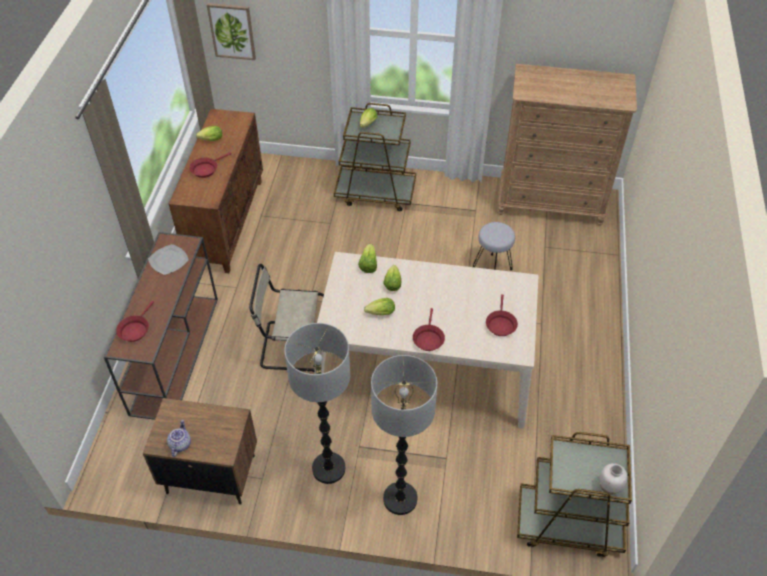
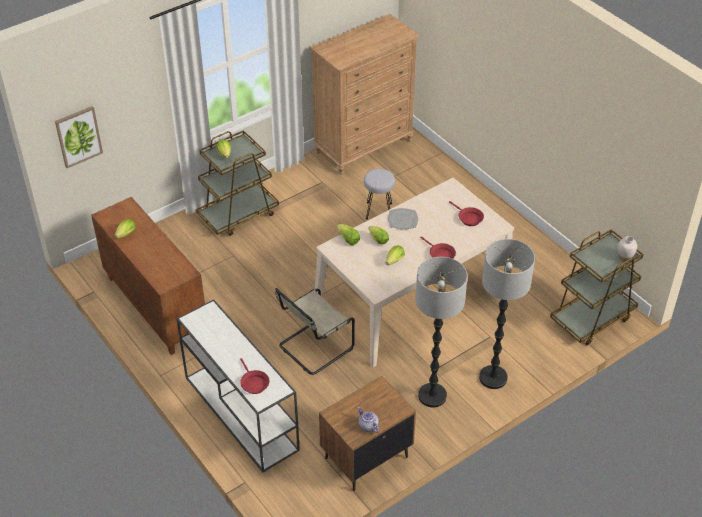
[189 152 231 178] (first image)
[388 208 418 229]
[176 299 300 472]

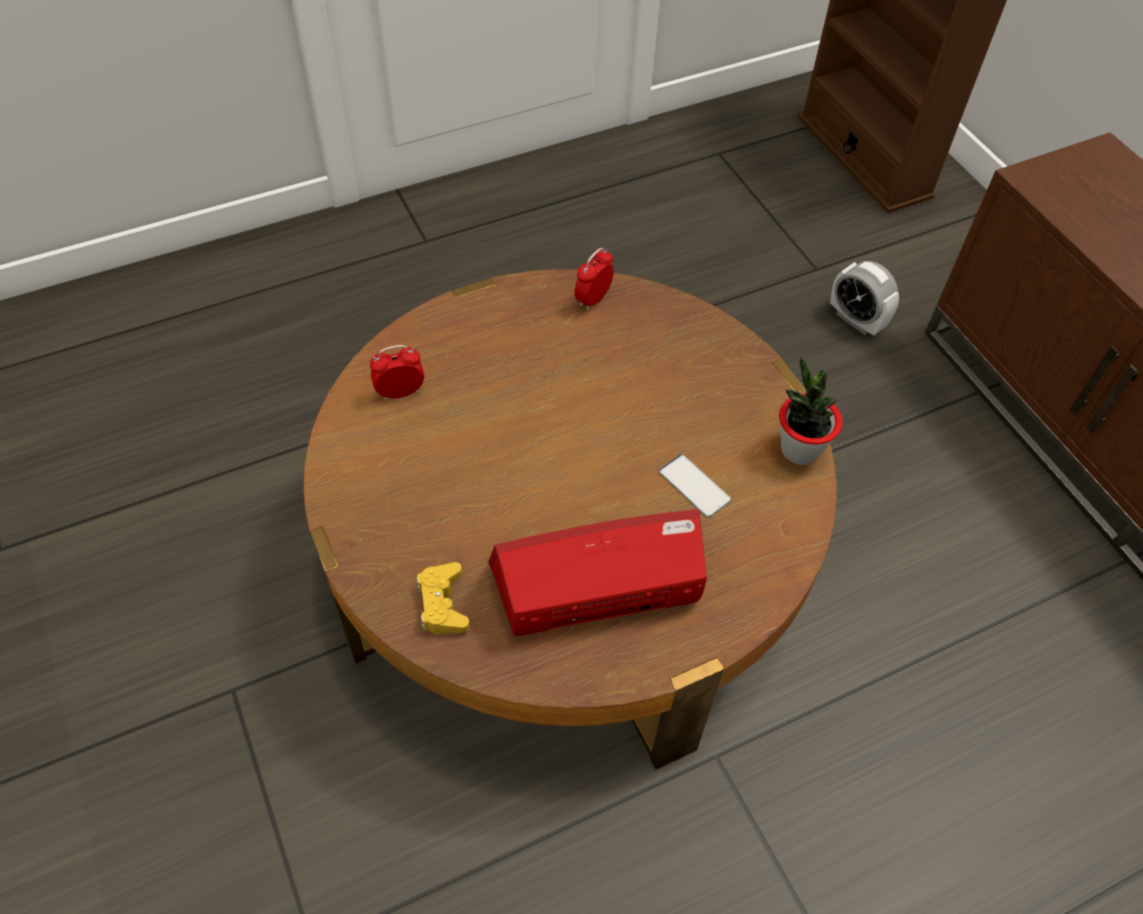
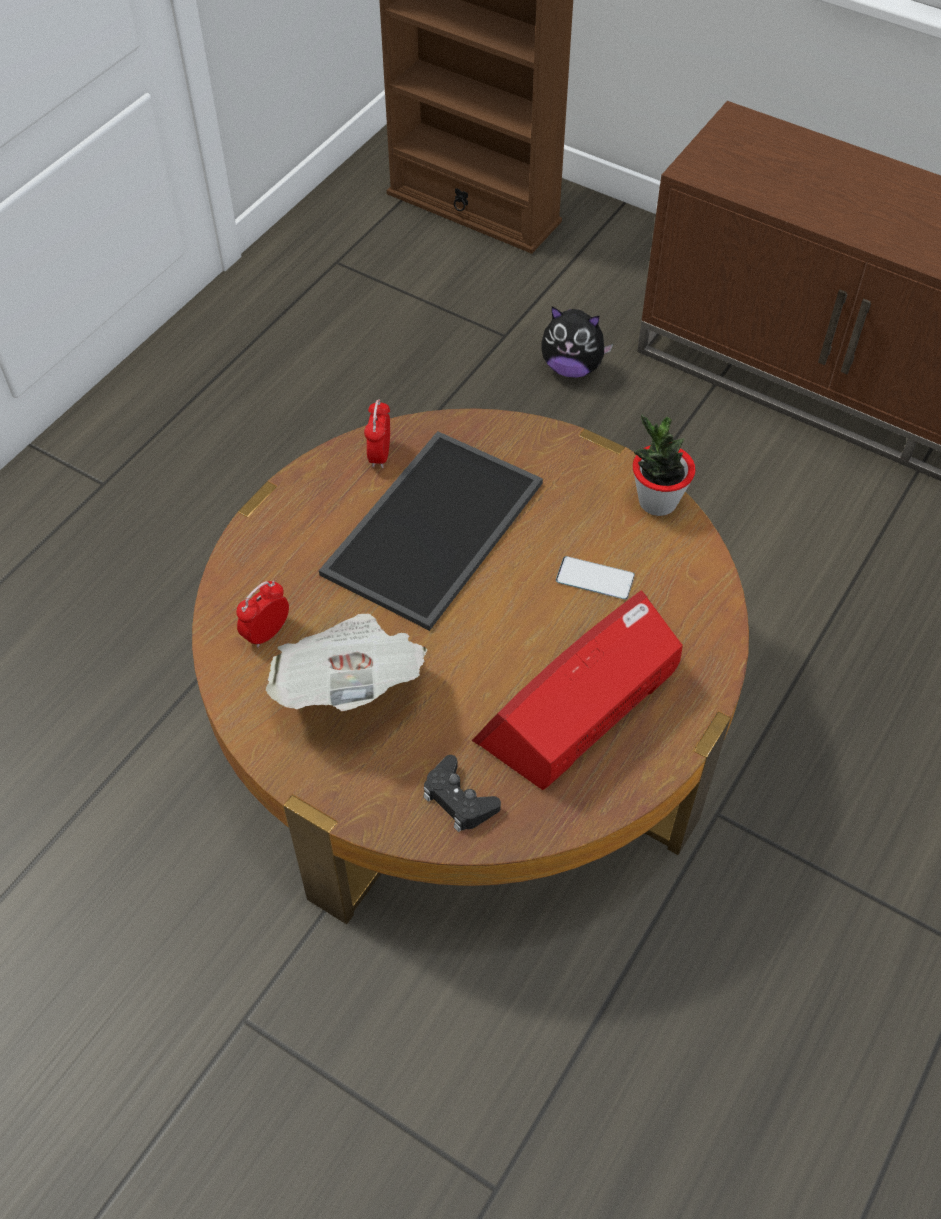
[265 614 428 711]
[319 431 543 631]
[541 306 613 378]
[423 755 501 832]

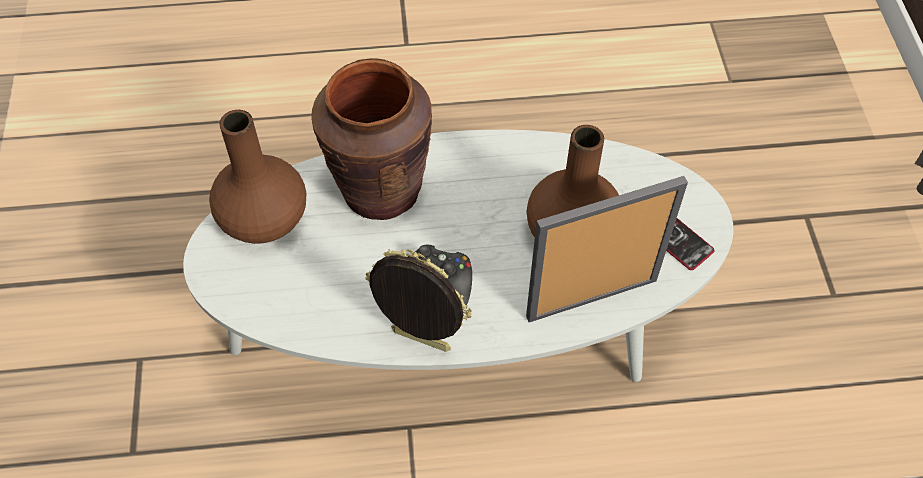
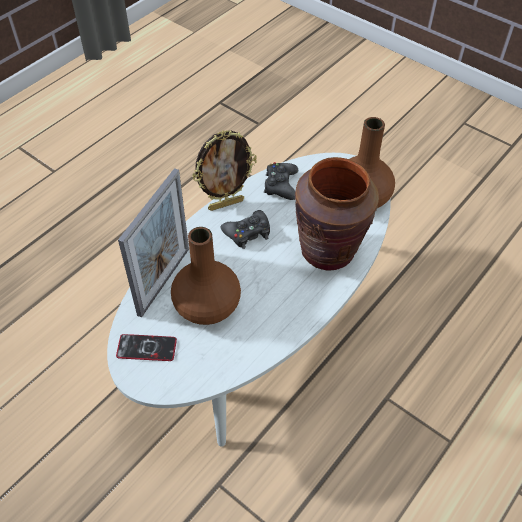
[264 162 298 200]

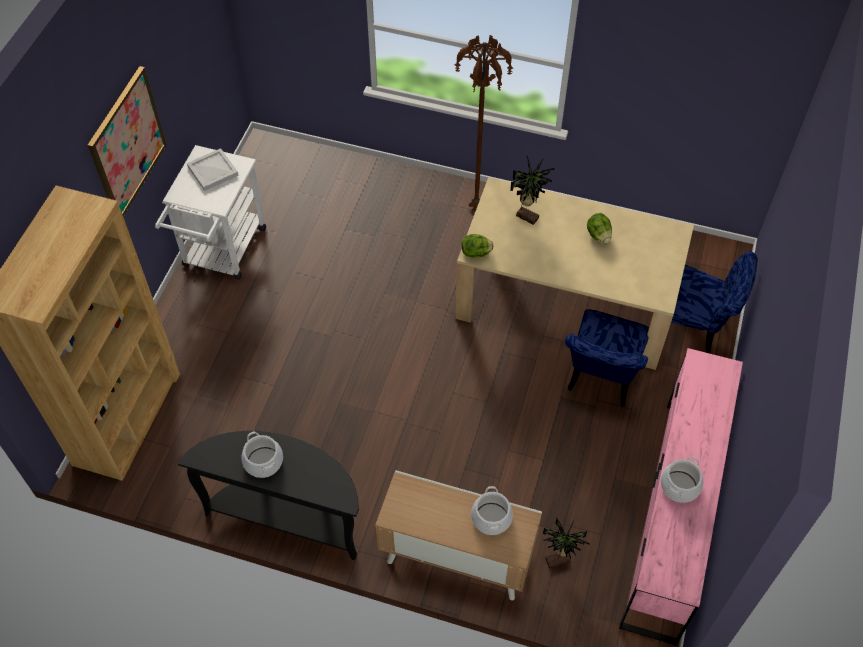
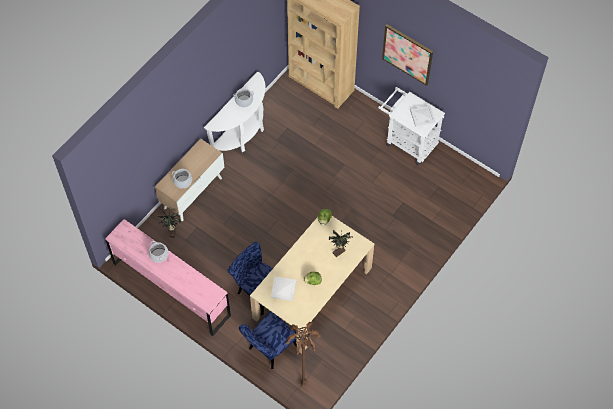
[271 277 297 301]
[286 322 321 387]
[204 71 265 153]

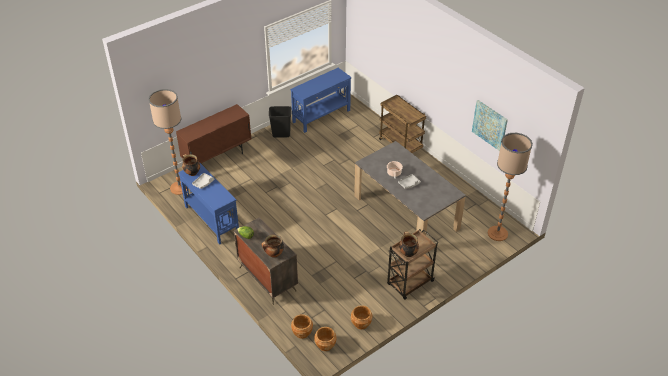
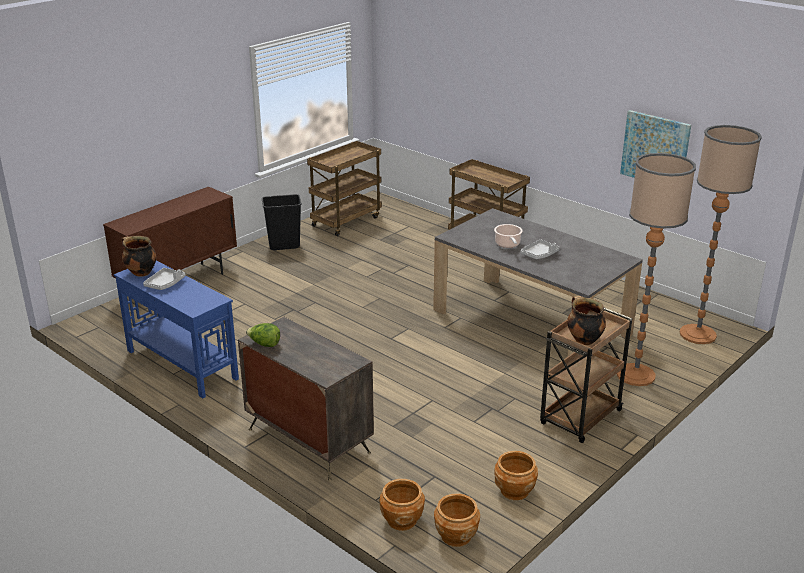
[262 235 284 258] (first image)
[616 153 696 386]
[307 141 382 236]

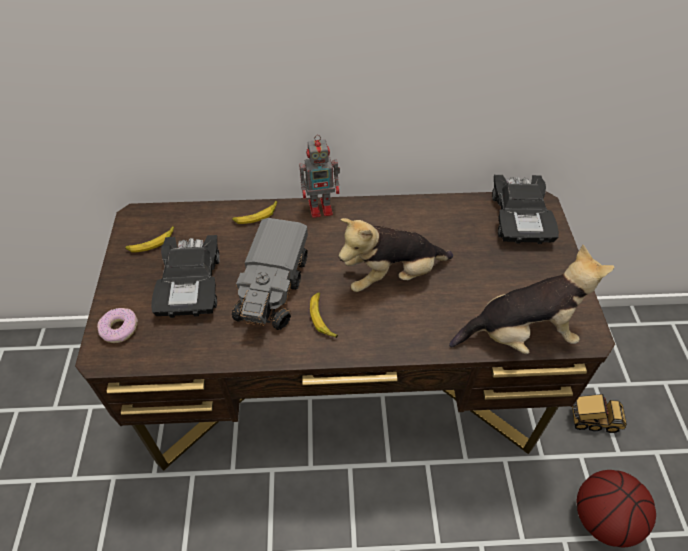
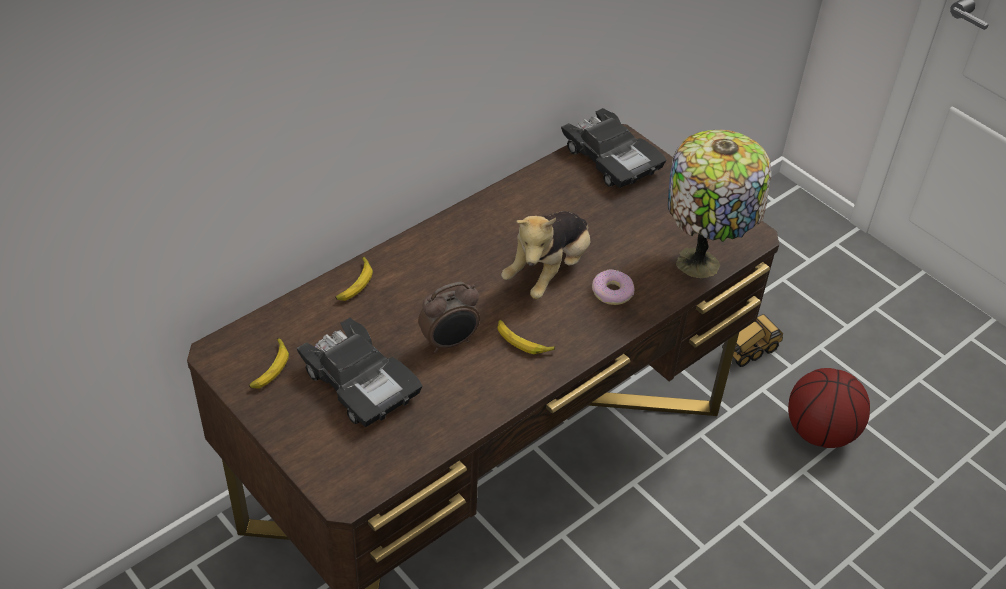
[300 135 340 218] (first image)
[592 269 634 305]
[418 282 480 353]
[668 130 771 278]

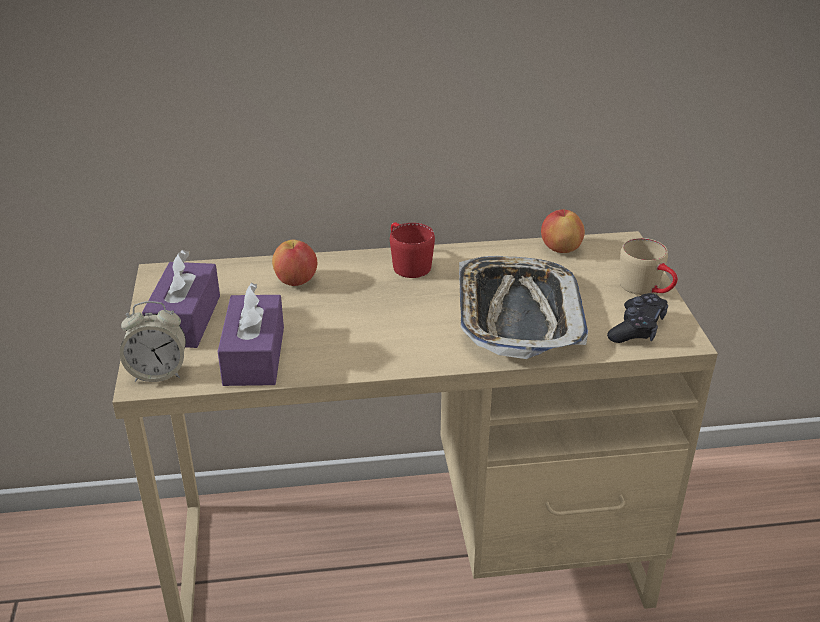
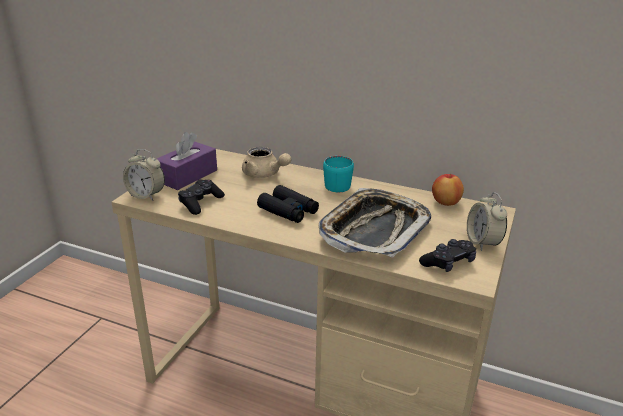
[257 185 319 223]
[178 179 225 215]
[242 147 291 178]
[467 192 507 251]
[323 155 354 192]

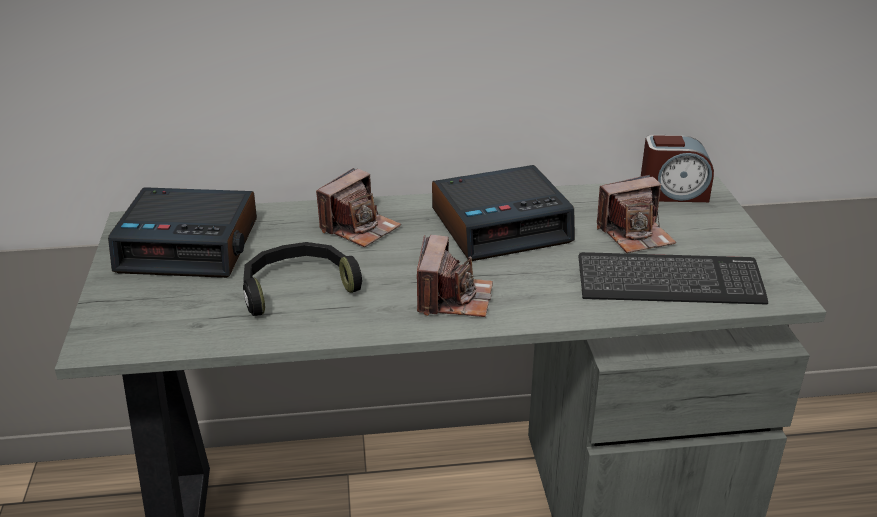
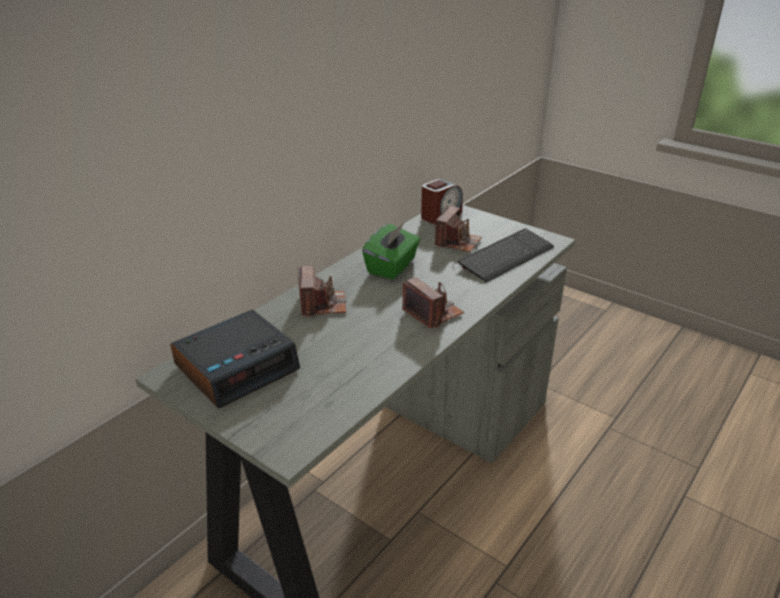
[243 242 362 316] (first image)
[362 223 420 279]

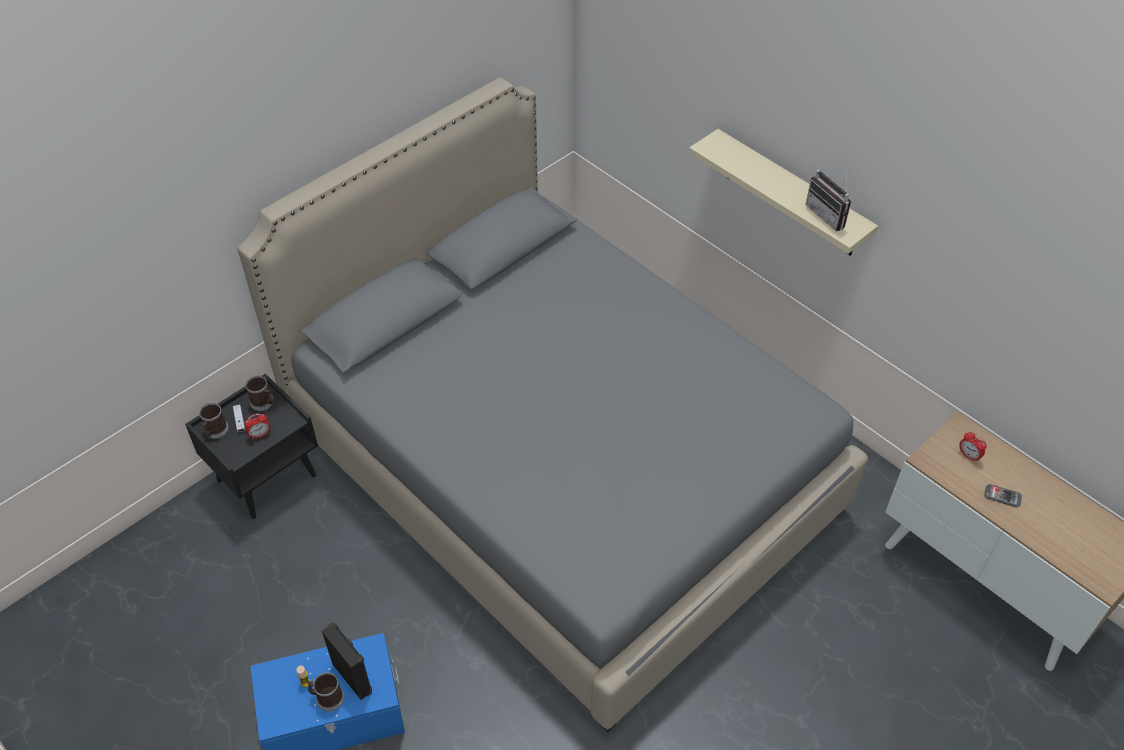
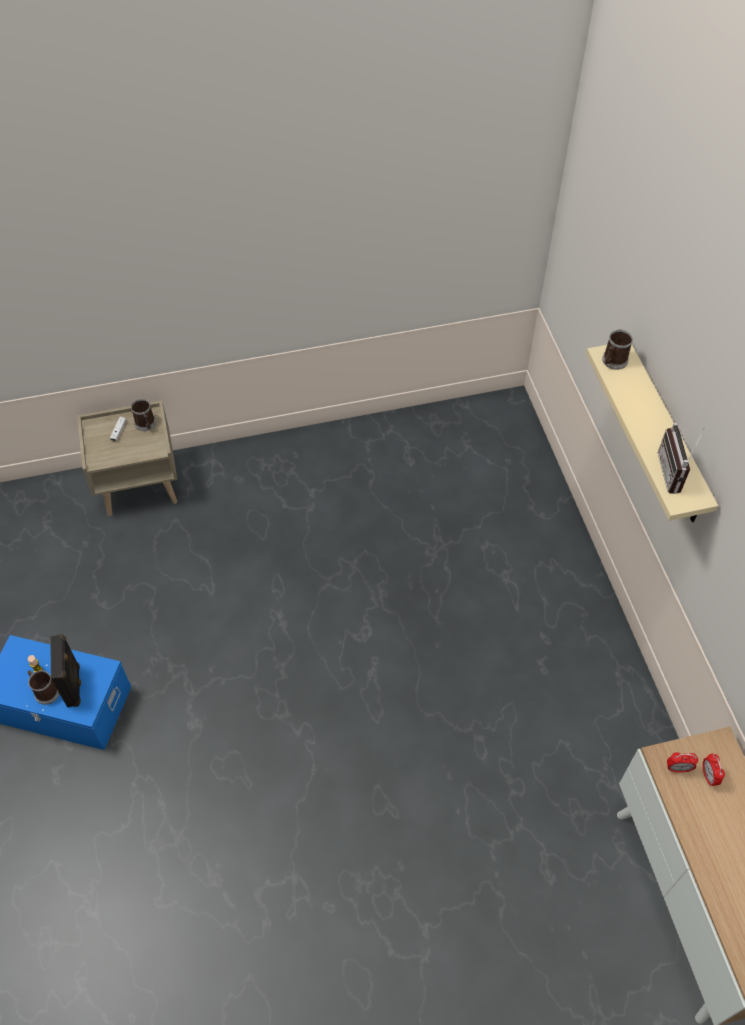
[238 77 868 733] (first image)
[984 484 1022 508] (first image)
[602 330 633 370]
[667 752 698 773]
[77 400 178 516]

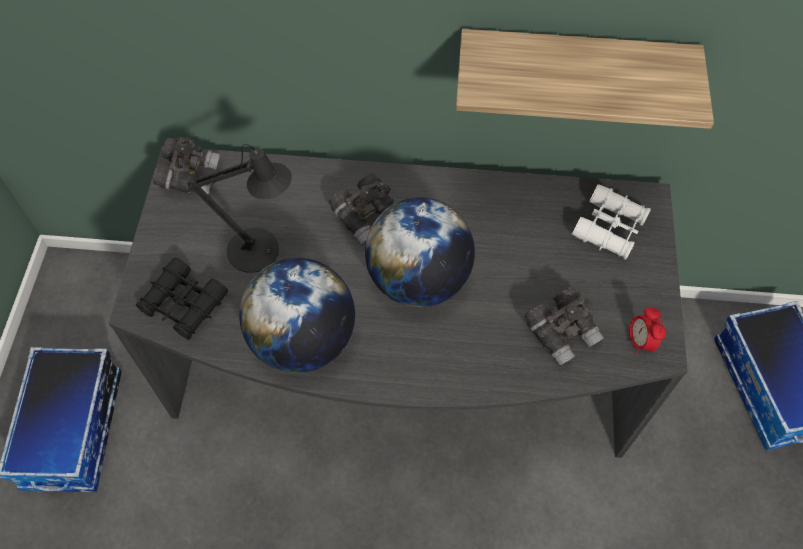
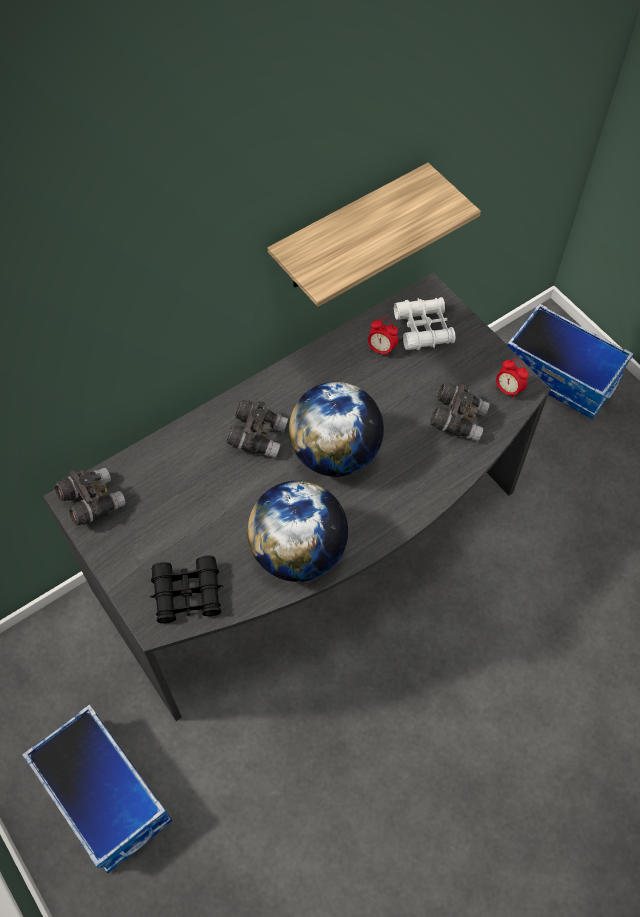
[188 144 292 273] (first image)
[368 318 398 358]

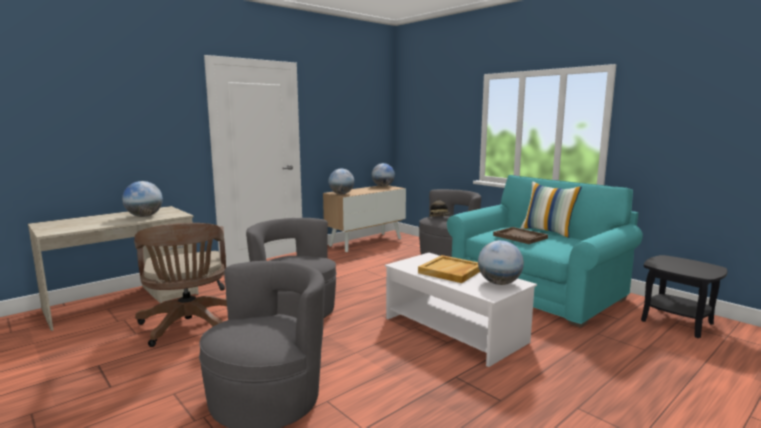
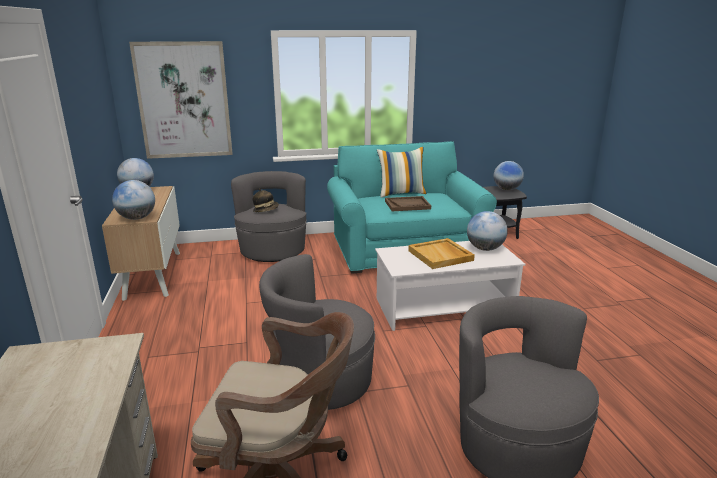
[129 41 233 159]
[494 161 524 190]

